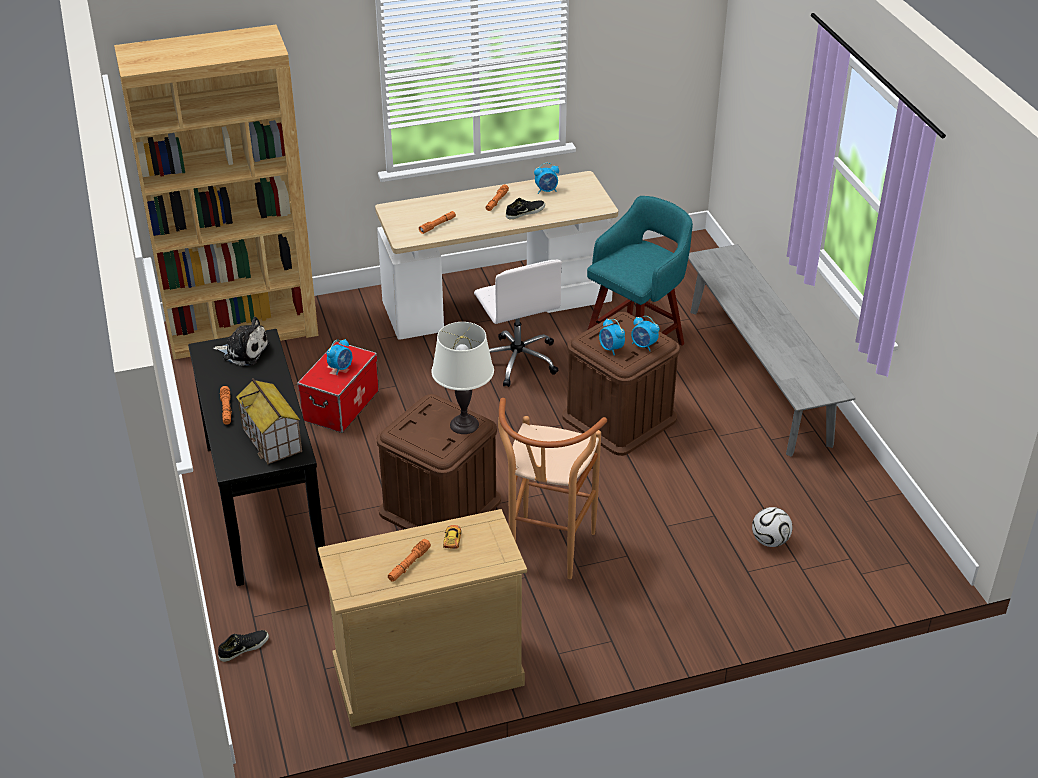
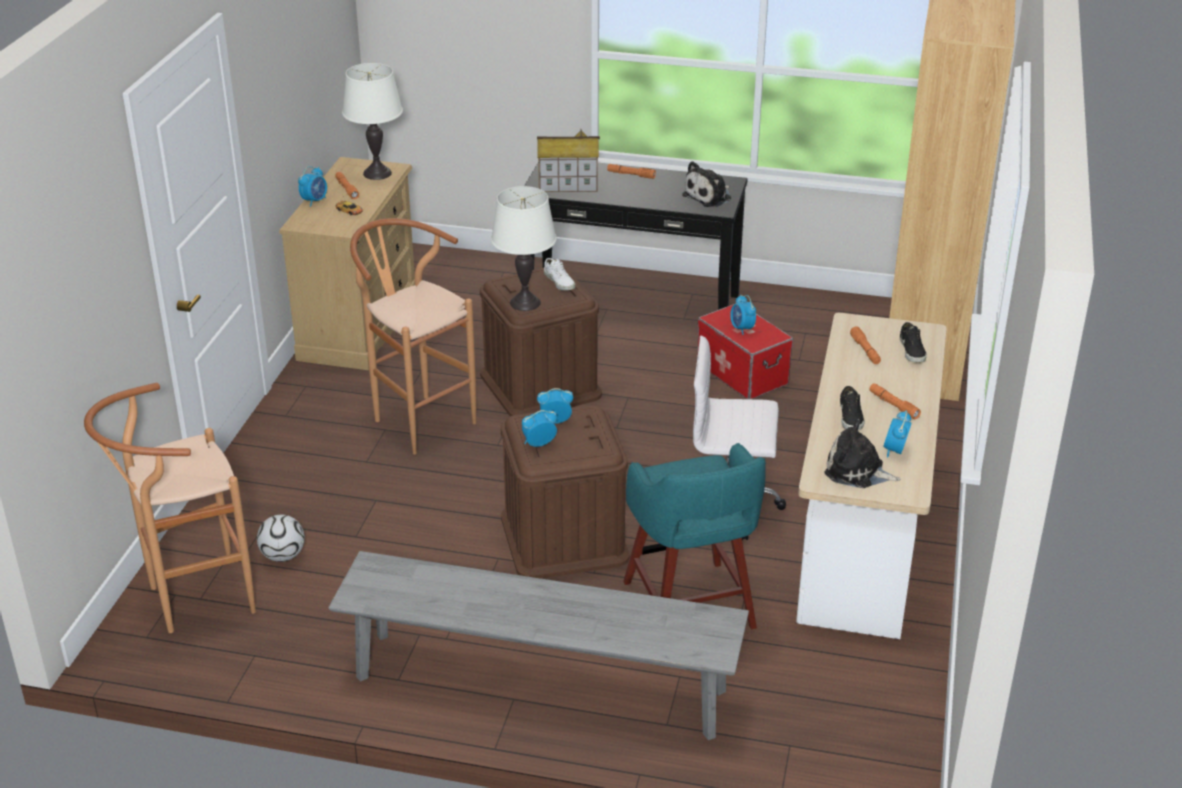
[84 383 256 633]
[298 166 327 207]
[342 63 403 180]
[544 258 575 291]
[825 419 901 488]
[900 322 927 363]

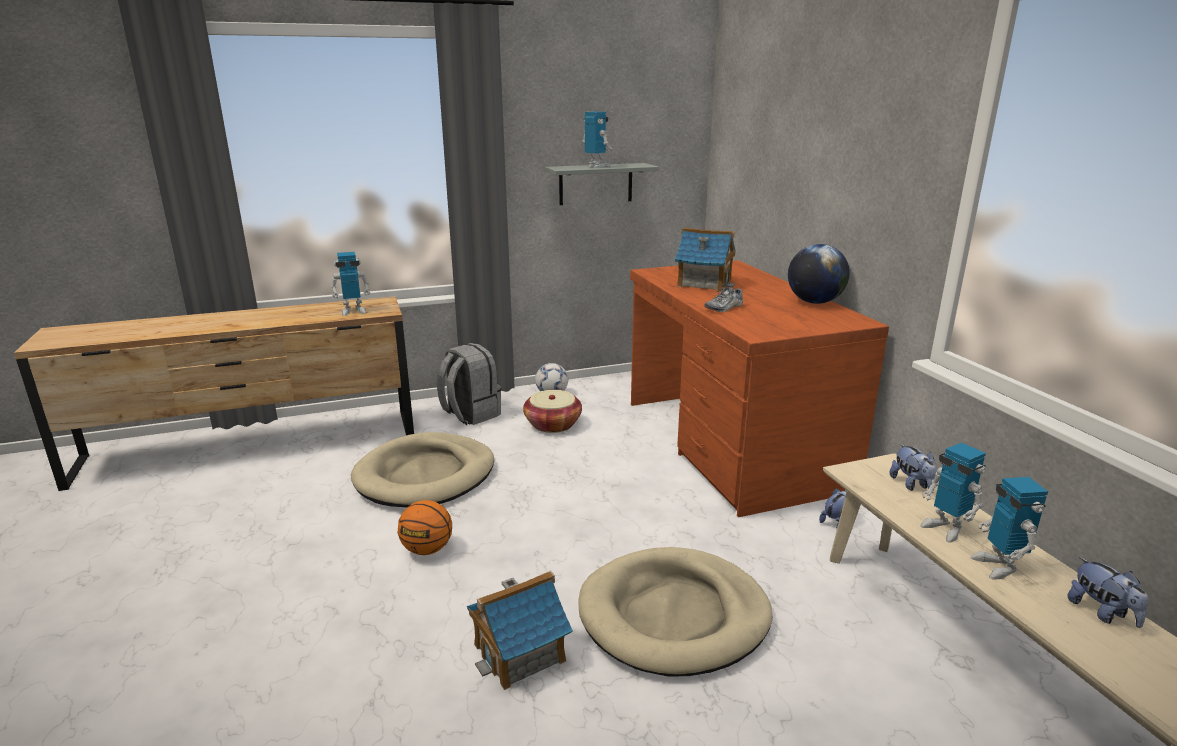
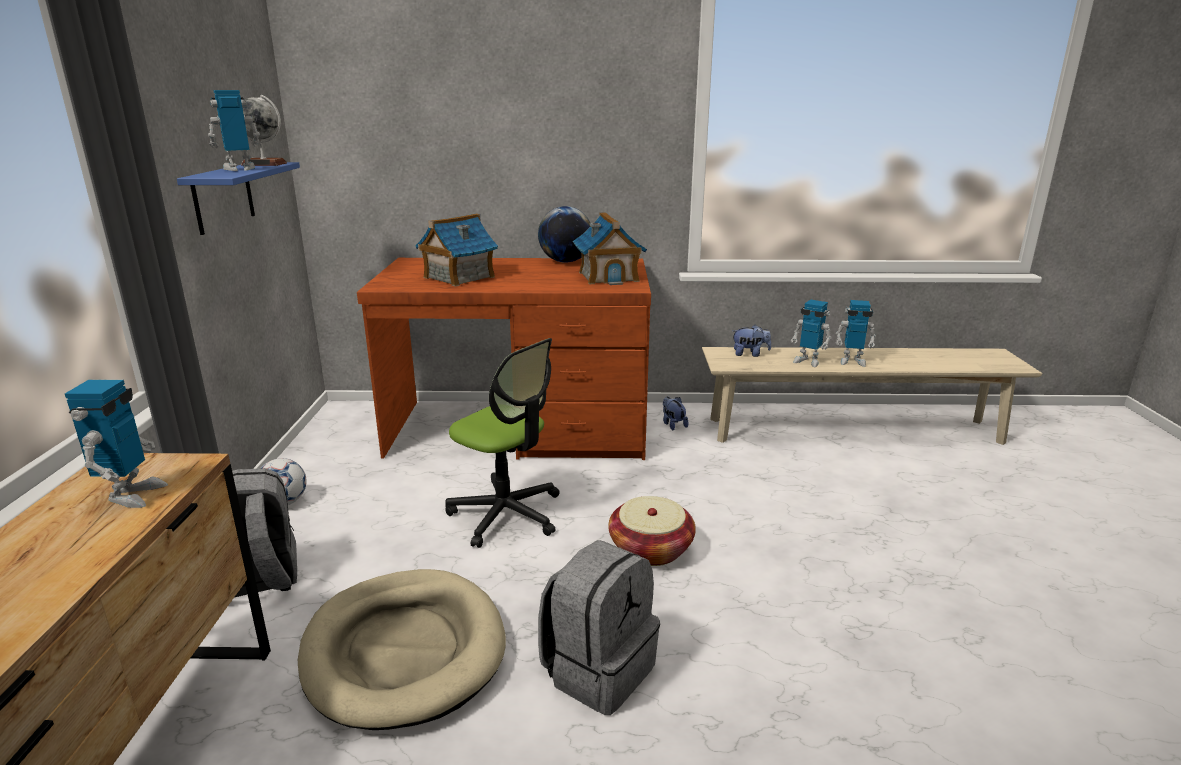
[578 547 772 677] (first image)
[704 283 743 312] (first image)
[1067 557 1148 628] (first image)
[241 95 287 166]
[445 338 560 548]
[573 212 647 285]
[608 496 696 566]
[538 540 660 715]
[177 162 300 235]
[791 299 832 367]

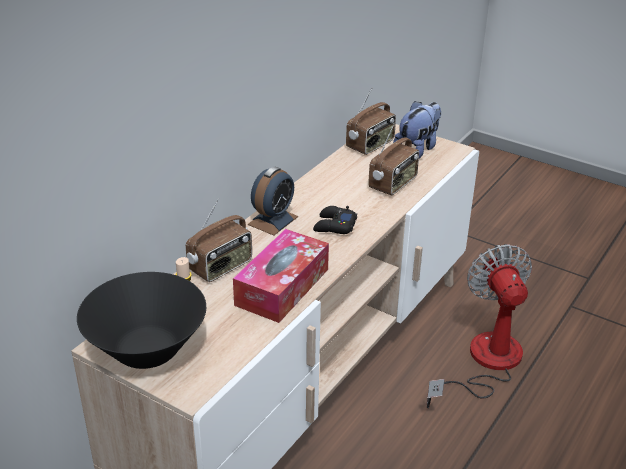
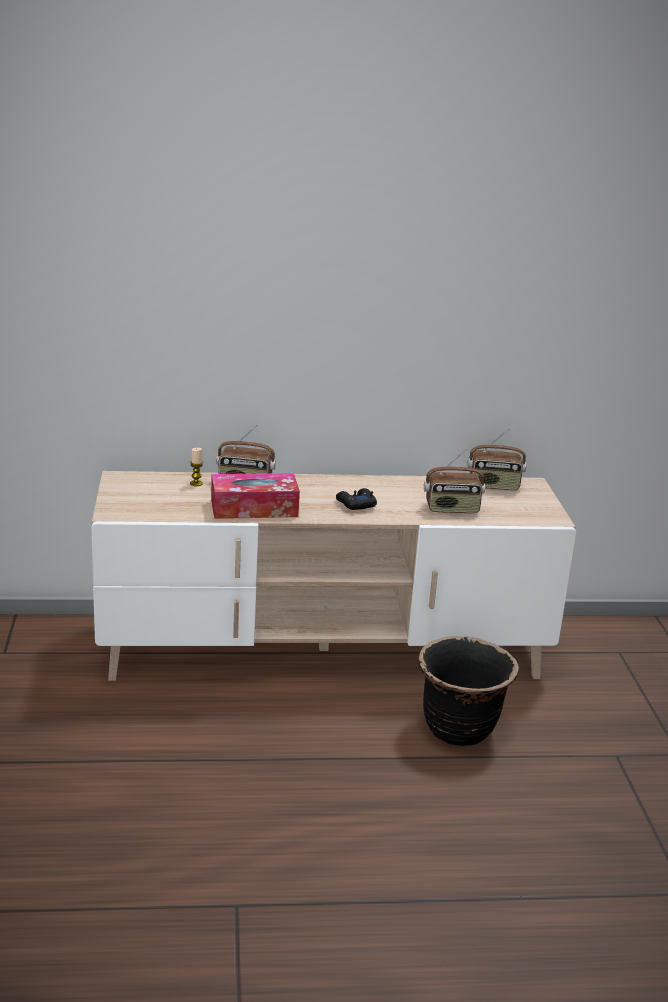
[77 272 206 369] (first image)
[248 166 298 235] (first image)
[393 101 441 158] (first image)
[418 636 519 746]

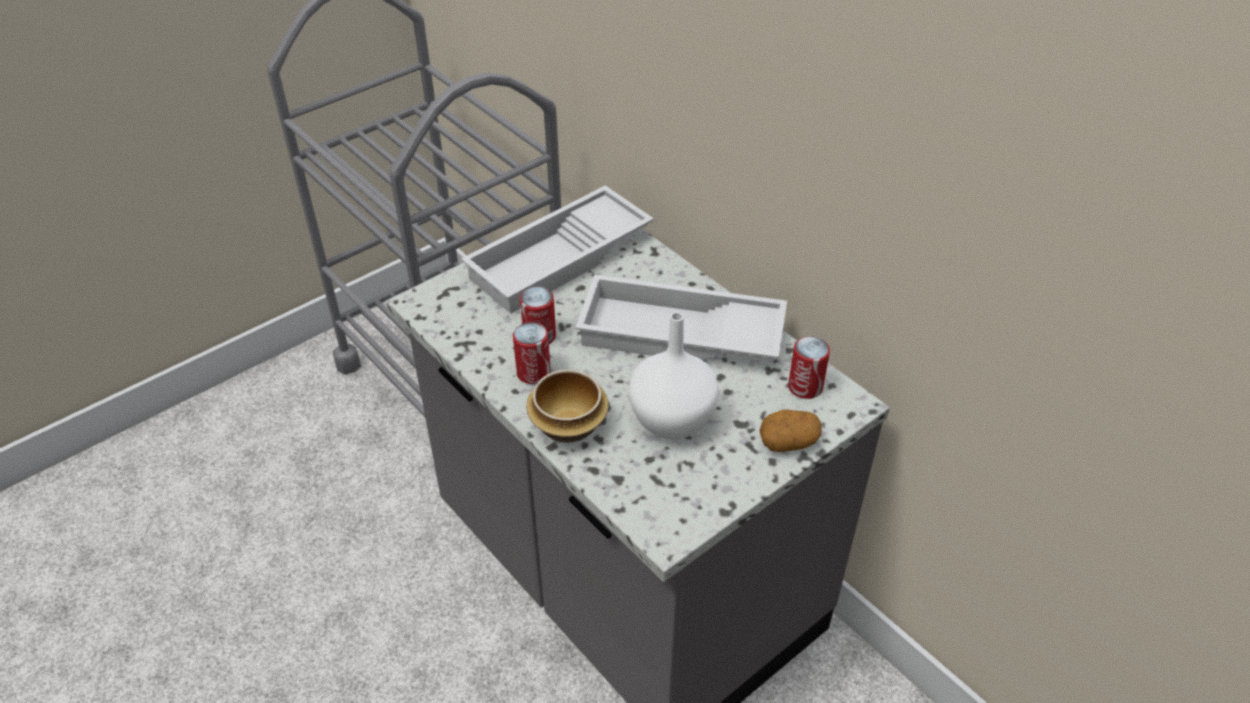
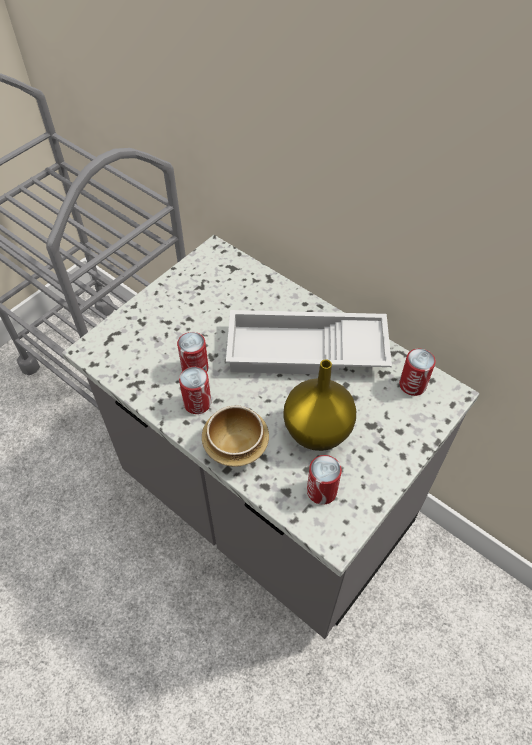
[461 185 654 314] (first image)
[759 410 822 452] (first image)
[307 455 342 505]
[283 359 356 451]

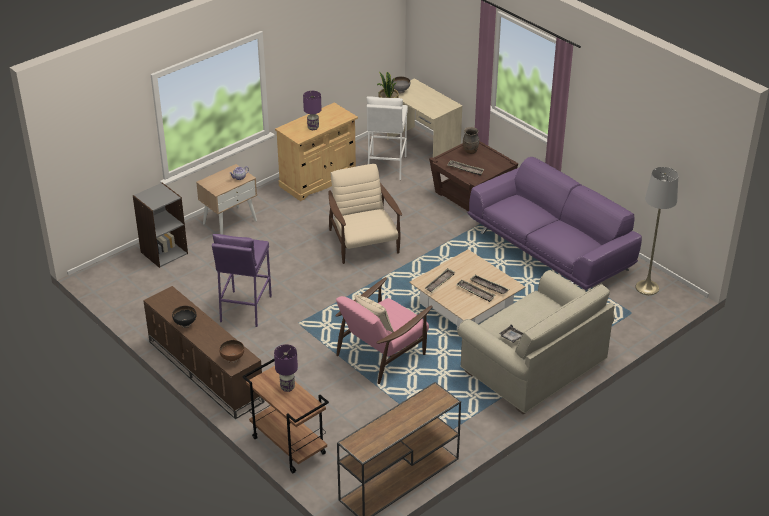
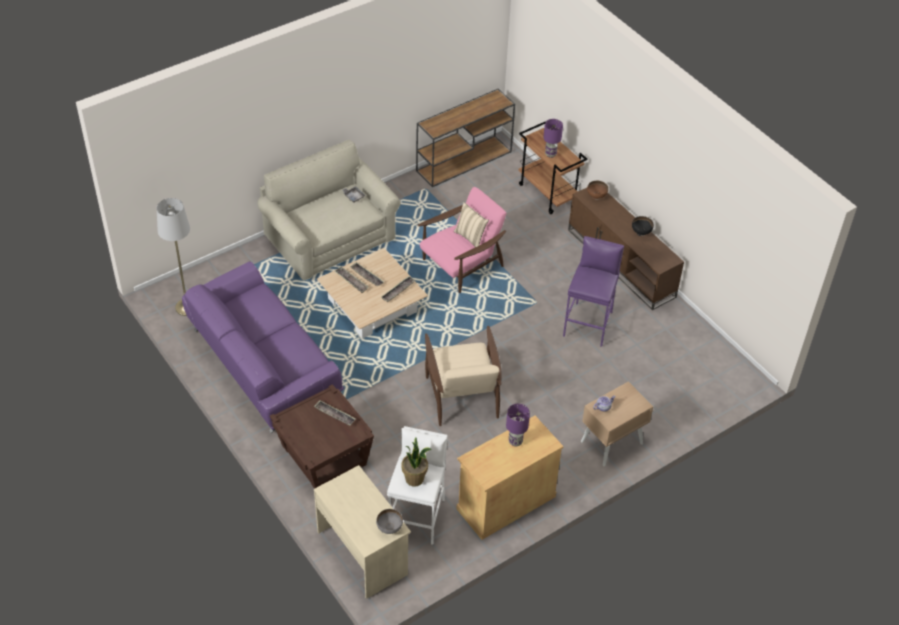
[133 183 188 268] (first image)
[463 127 479 154] (first image)

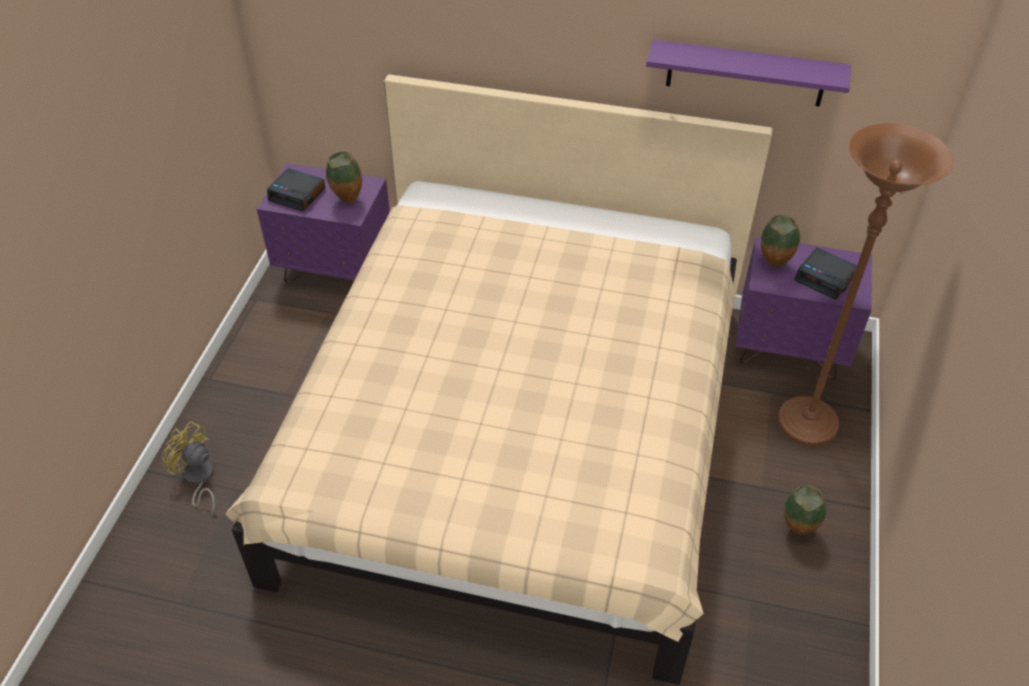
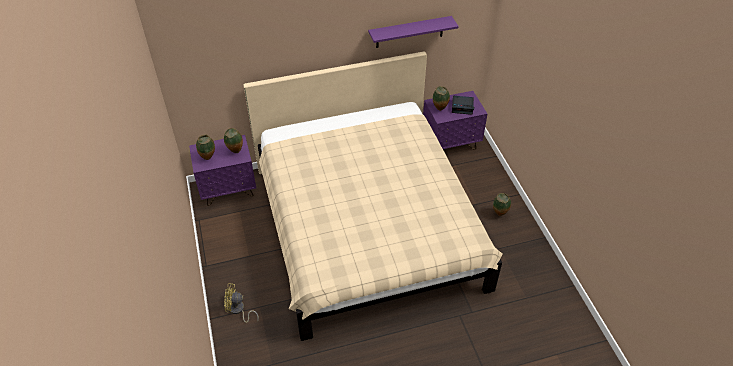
[778 123 953 446] (first image)
[196 135 215 160]

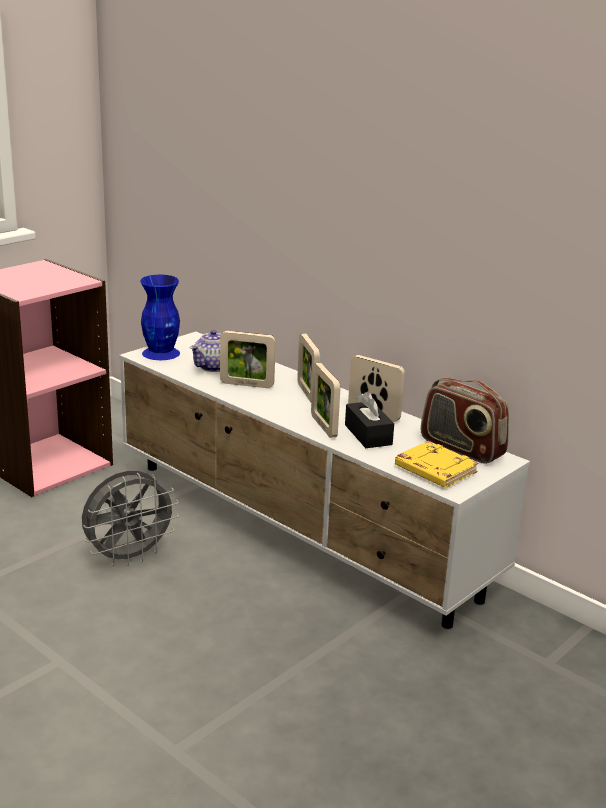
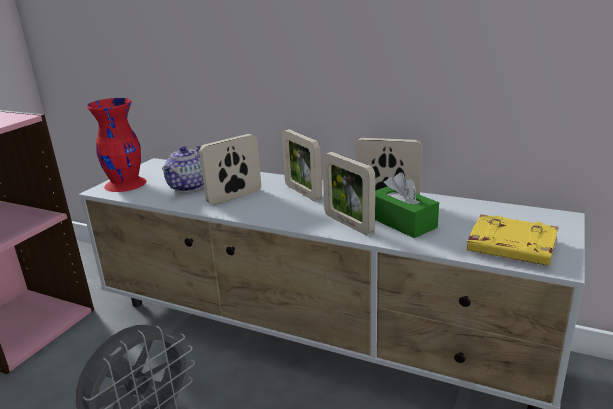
[421 378 509 464] (first image)
[87 98 147 192]
[375 172 439 238]
[199 134 261 205]

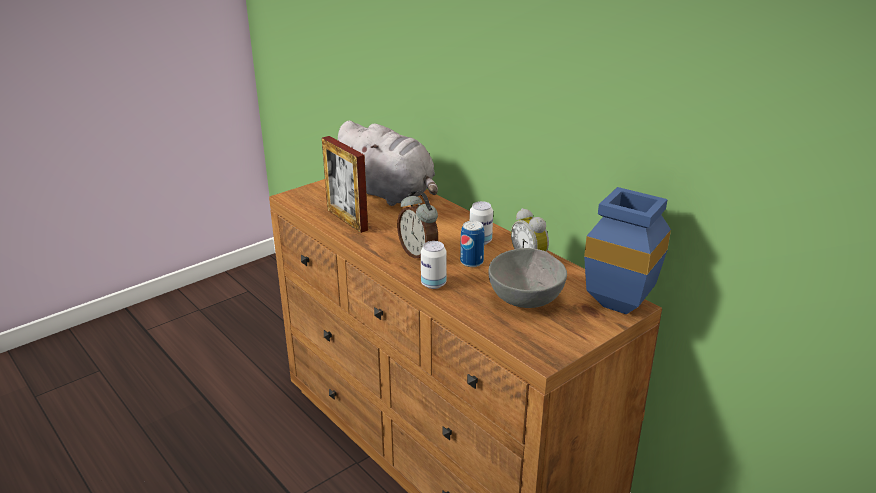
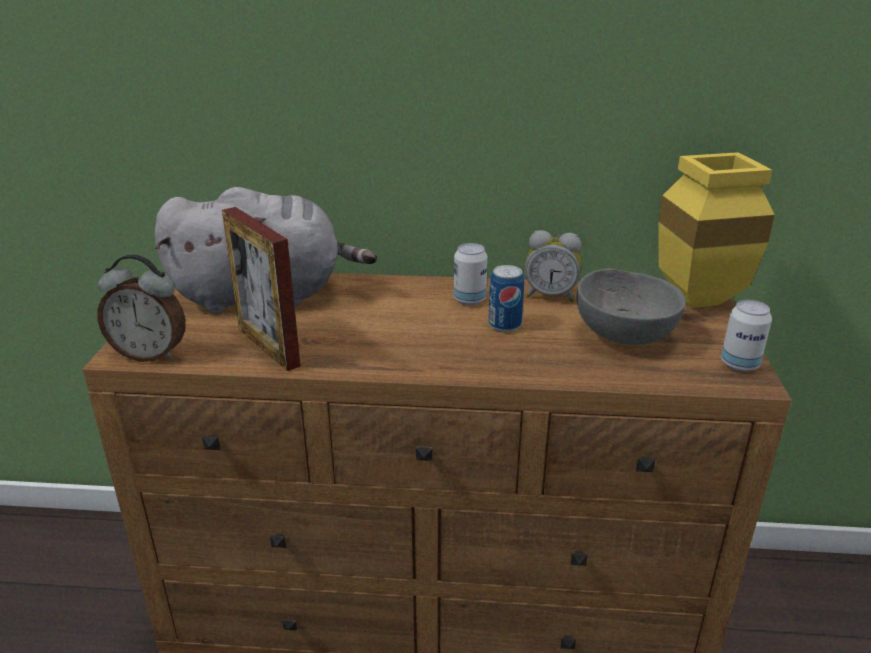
[97 254 186 362]
[721 300 772 372]
[658 152 775 308]
[222 207 301 371]

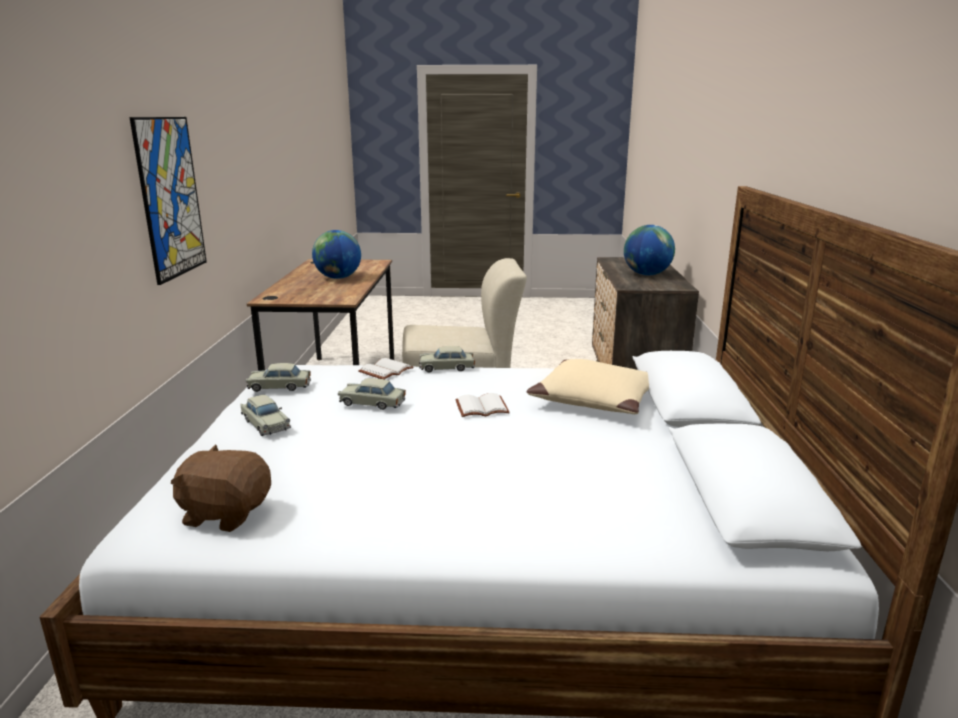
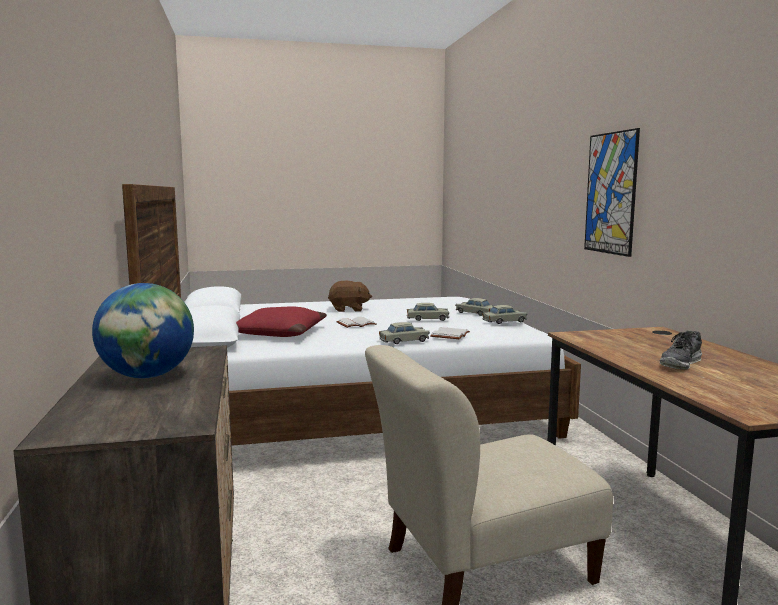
[328 281 372 312]
[660 331 702 369]
[236 307 327 337]

